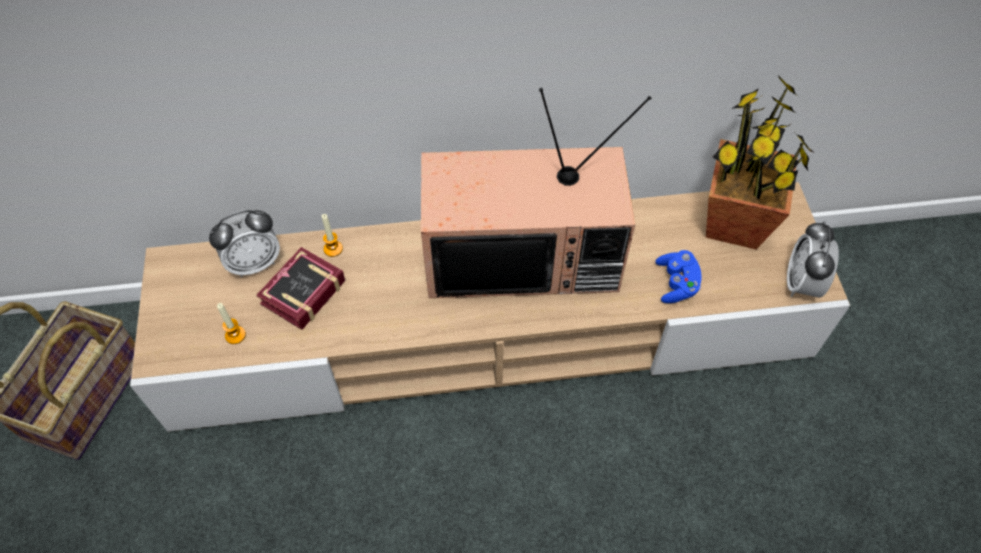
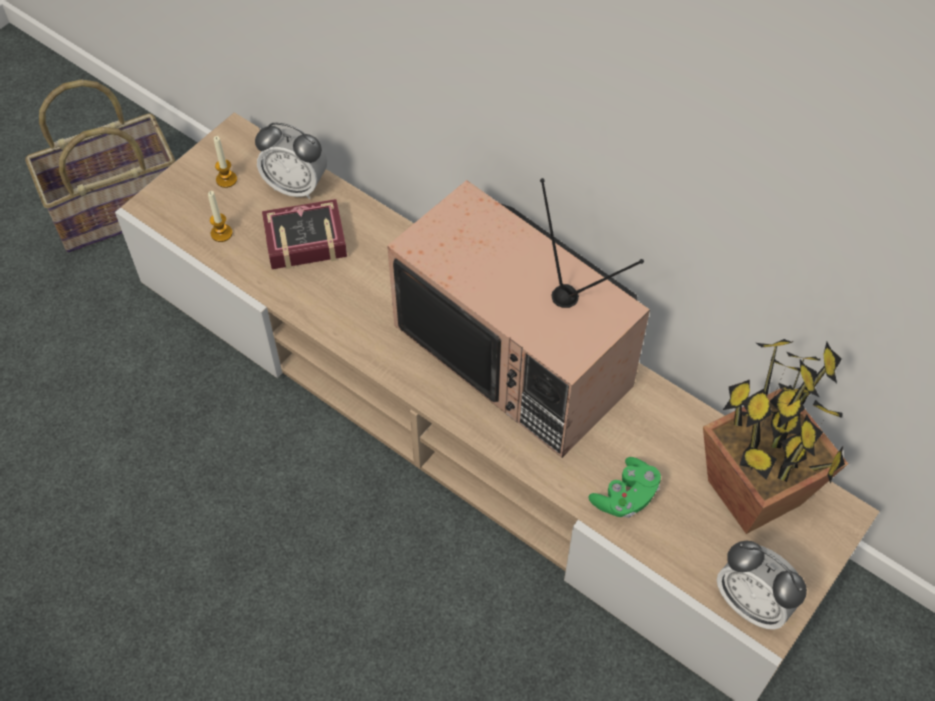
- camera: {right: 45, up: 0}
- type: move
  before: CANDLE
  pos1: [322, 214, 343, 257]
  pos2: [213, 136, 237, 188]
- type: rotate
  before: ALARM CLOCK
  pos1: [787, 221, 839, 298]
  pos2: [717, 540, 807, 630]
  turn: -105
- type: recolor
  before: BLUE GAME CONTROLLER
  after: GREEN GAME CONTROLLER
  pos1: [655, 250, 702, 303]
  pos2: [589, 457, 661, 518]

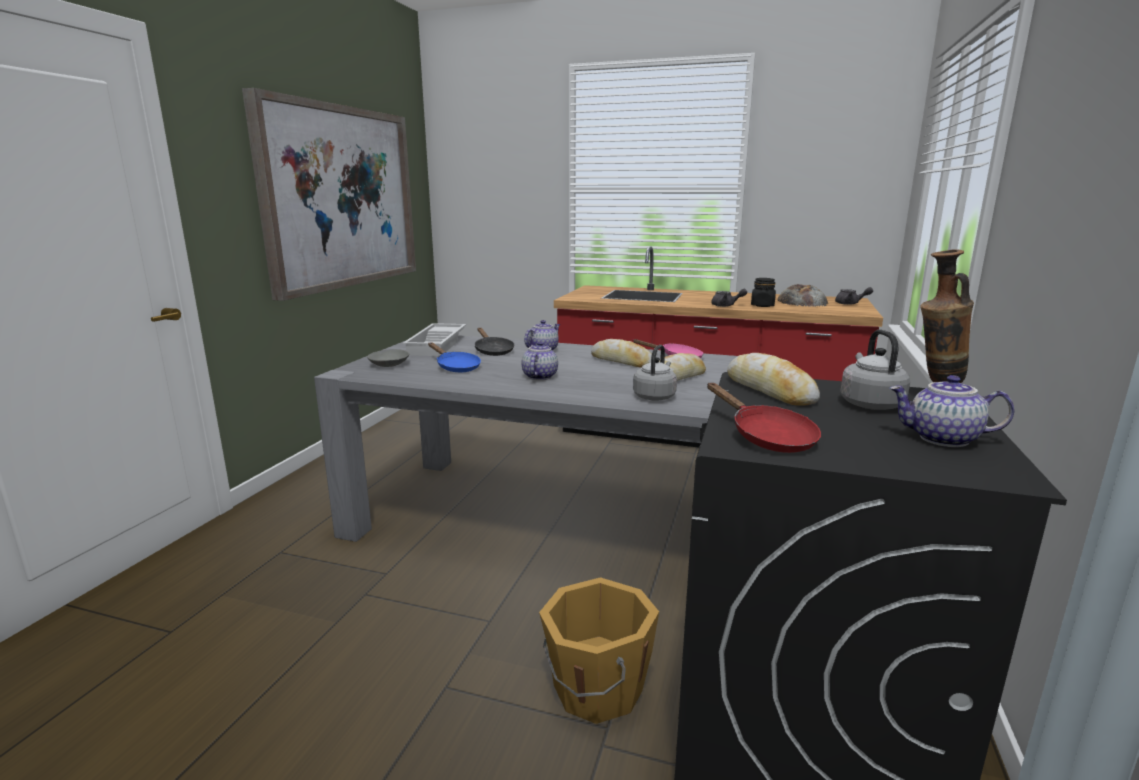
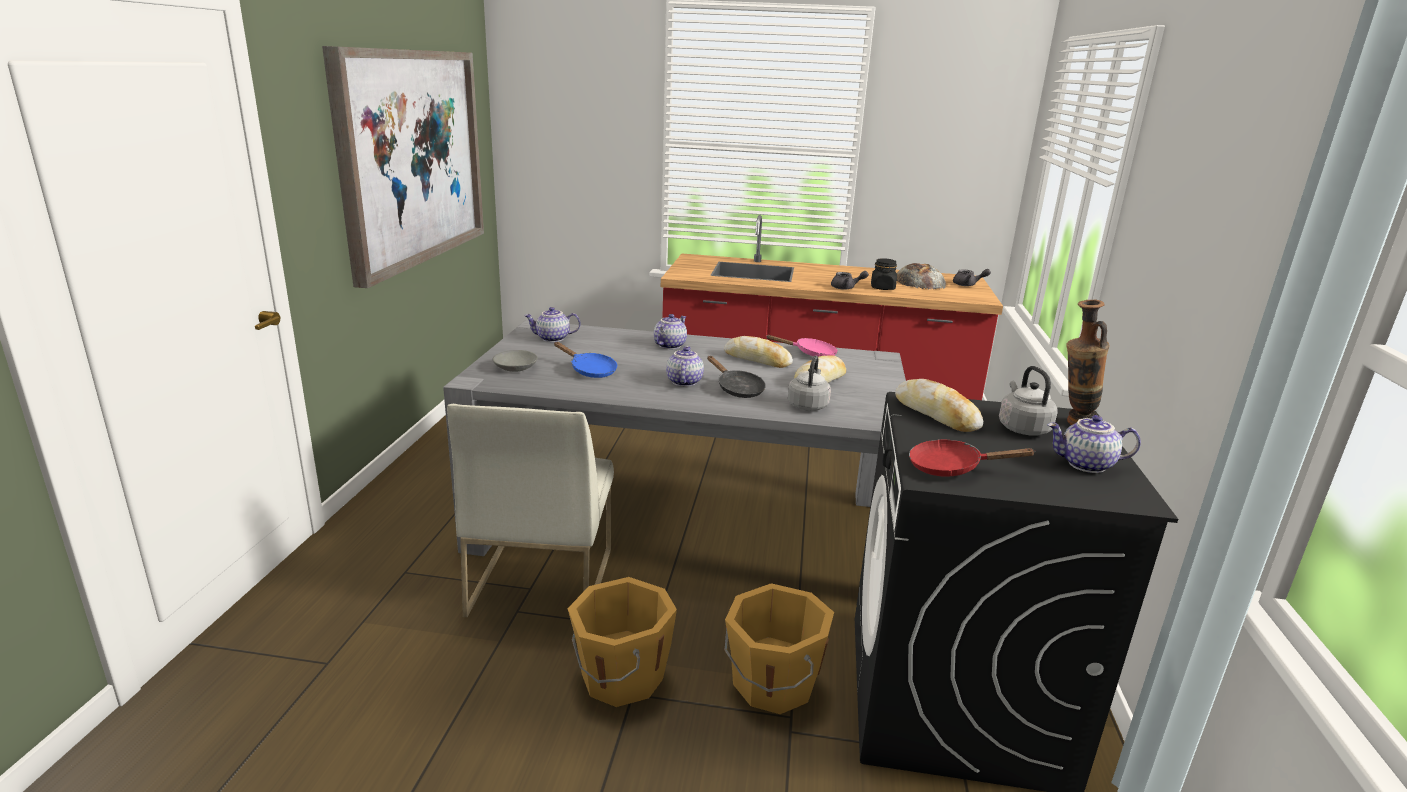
- camera: {right: -10, up: 5}
- type: replace
  before: WHITE TRAY
  after: TEAPOT
  pos1: [403, 323, 466, 356]
  pos2: [524, 307, 581, 342]
- type: move
  before: BLACK FRYING PAN
  pos1: [475, 328, 514, 356]
  pos2: [707, 356, 766, 398]
- type: rotate
  before: RED FRYING PAN
  pos1: [707, 383, 821, 453]
  pos2: [909, 439, 1036, 477]
  turn: 135
- type: insert
  after: WHITE CHAIR
  pos2: [447, 404, 614, 617]
- type: insert
  after: ORANGE BUCKET
  pos2: [567, 577, 677, 707]

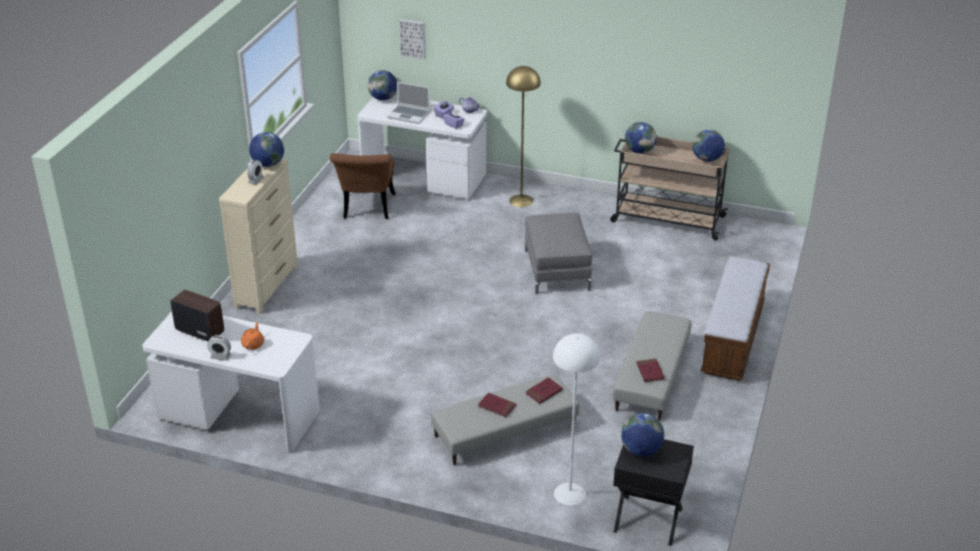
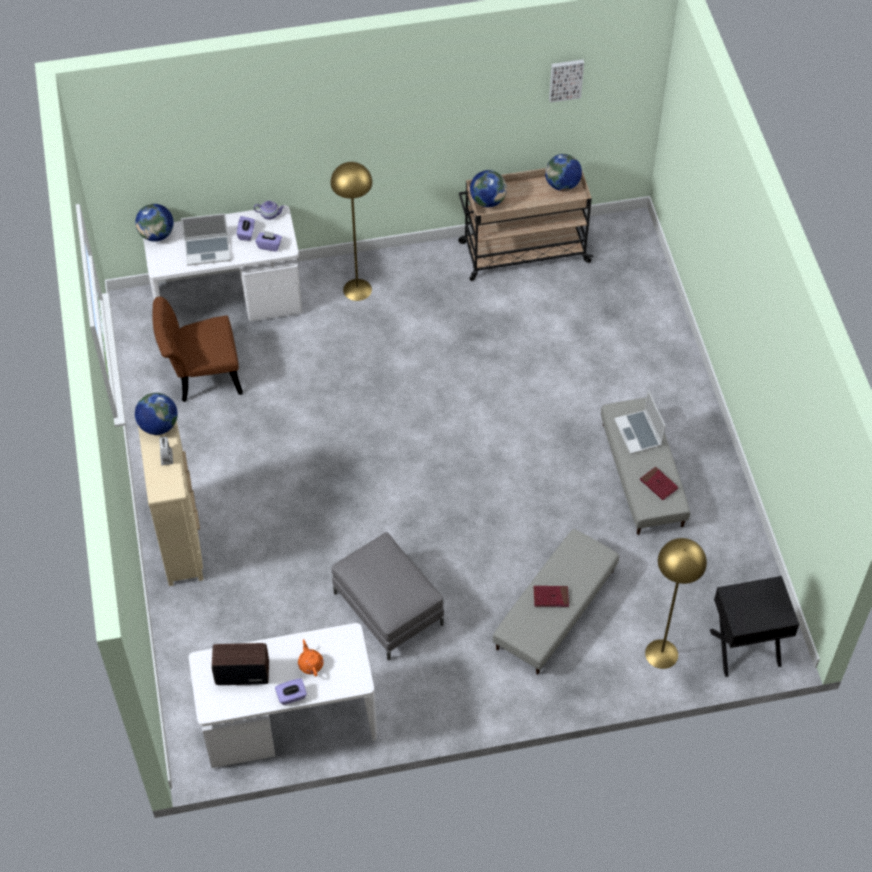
- camera: {right: -30, up: 20}
- type: move
  before: PICTURE
  pos1: [399, 19, 426, 59]
  pos2: [549, 59, 584, 103]
- type: rotate
  before: BROWN CHAIR
  pos1: [330, 153, 396, 219]
  pos2: [152, 296, 243, 402]
  turn: 105
- type: move
  before: GREY OTTOMAN
  pos1: [525, 213, 592, 294]
  pos2: [332, 532, 444, 660]
- type: delete
  before: BENCH
  pos1: [701, 256, 770, 381]
- type: recolor
  before: WHITE FLOOR LAMP
  after: YELLOW FLOOR LAMP
  pos1: [553, 334, 601, 506]
  pos2: [645, 538, 707, 669]
- type: replace
  before: ALARM CLOCK
  after: PURPLE TISSUE BOX
  pos1: [207, 335, 231, 361]
  pos2: [275, 678, 307, 705]
- type: delete
  before: RED BOOK
  pos1: [525, 377, 563, 404]
- type: delete
  before: GLOBE
  pos1: [621, 413, 664, 457]
- type: insert
  after: LAPTOP
  pos2: [614, 391, 665, 454]

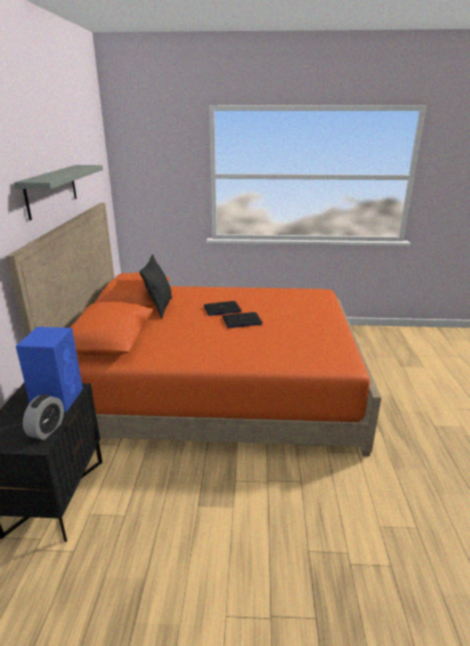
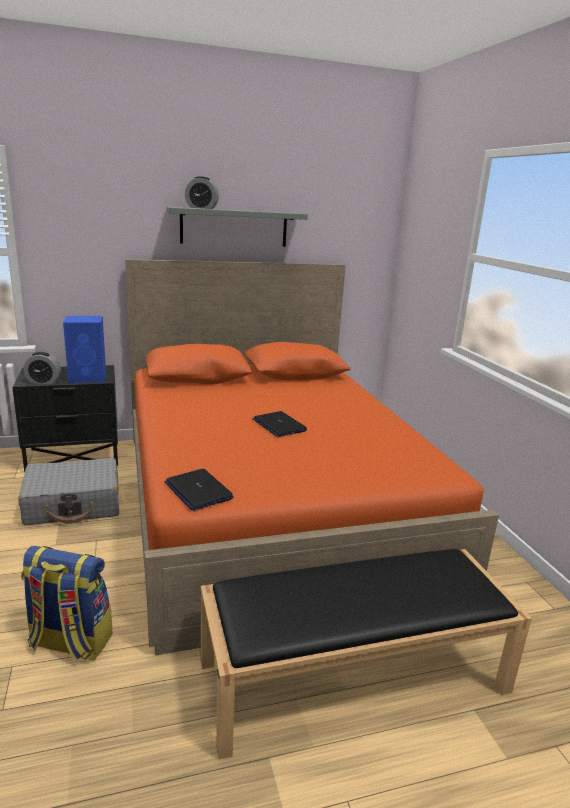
- camera: {right: 70, up: -5}
- type: delete
  before: BLACK PILLOW
  pos1: [139, 254, 172, 319]
- type: move
  before: LAPTOP
  pos1: [204, 301, 241, 316]
  pos2: [164, 469, 234, 511]
- type: insert
  after: ALARM CLOCK
  pos2: [185, 176, 219, 209]
- type: insert
  after: GREY SUITCASE
  pos2: [18, 458, 119, 525]
- type: insert
  after: BACKPACK
  pos2: [21, 546, 112, 661]
- type: insert
  after: BLACK BENCH
  pos2: [201, 549, 532, 760]

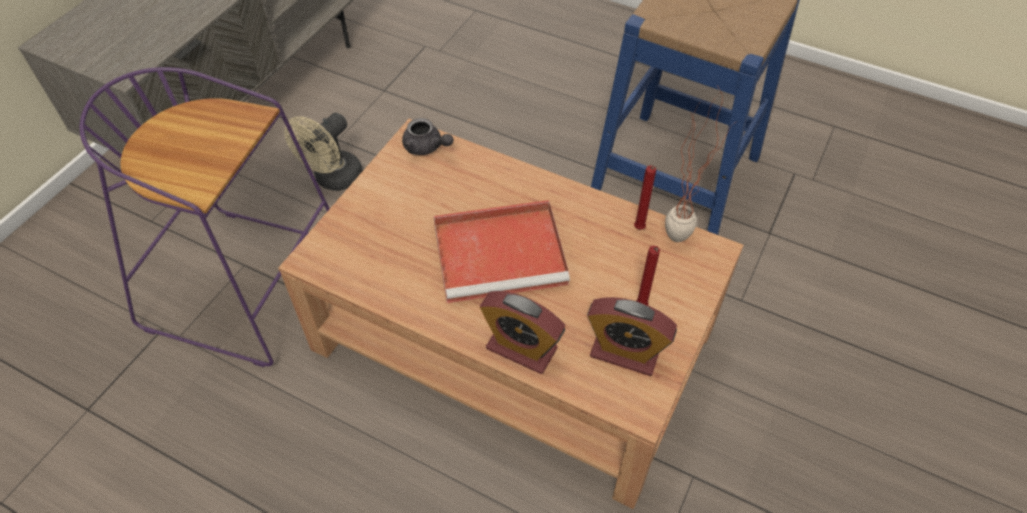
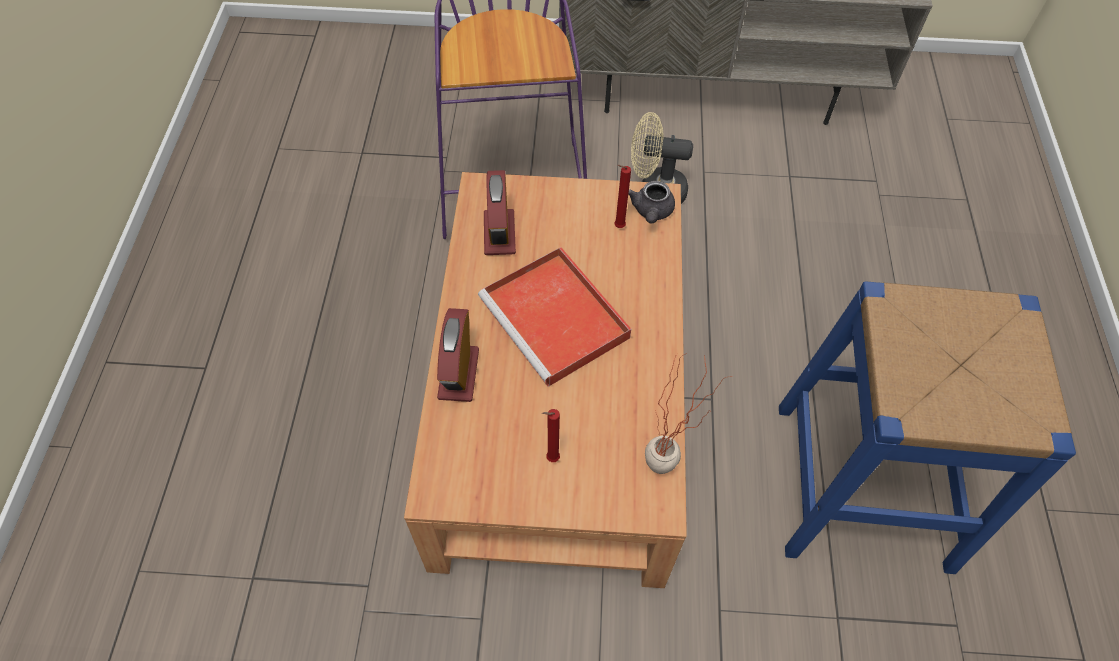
- camera: {right: 65, up: 5}
- type: move
  before: RED CANDLE
  pos1: [634, 166, 656, 229]
  pos2: [614, 165, 631, 228]
- type: move
  before: ALARM CLOCK
  pos1: [587, 297, 677, 376]
  pos2: [484, 170, 516, 255]

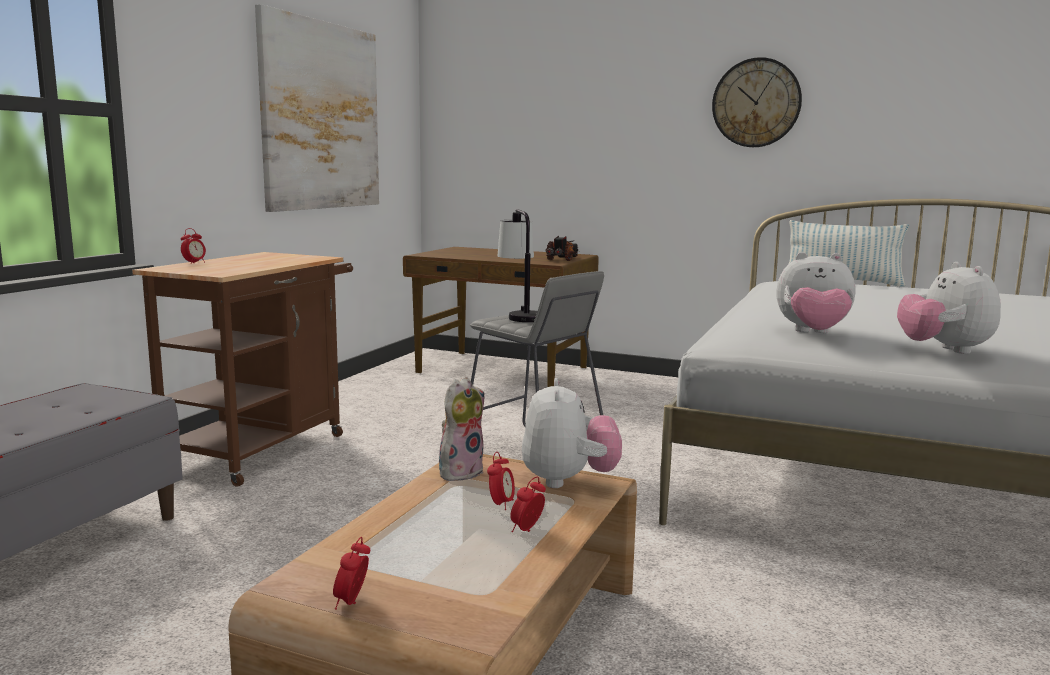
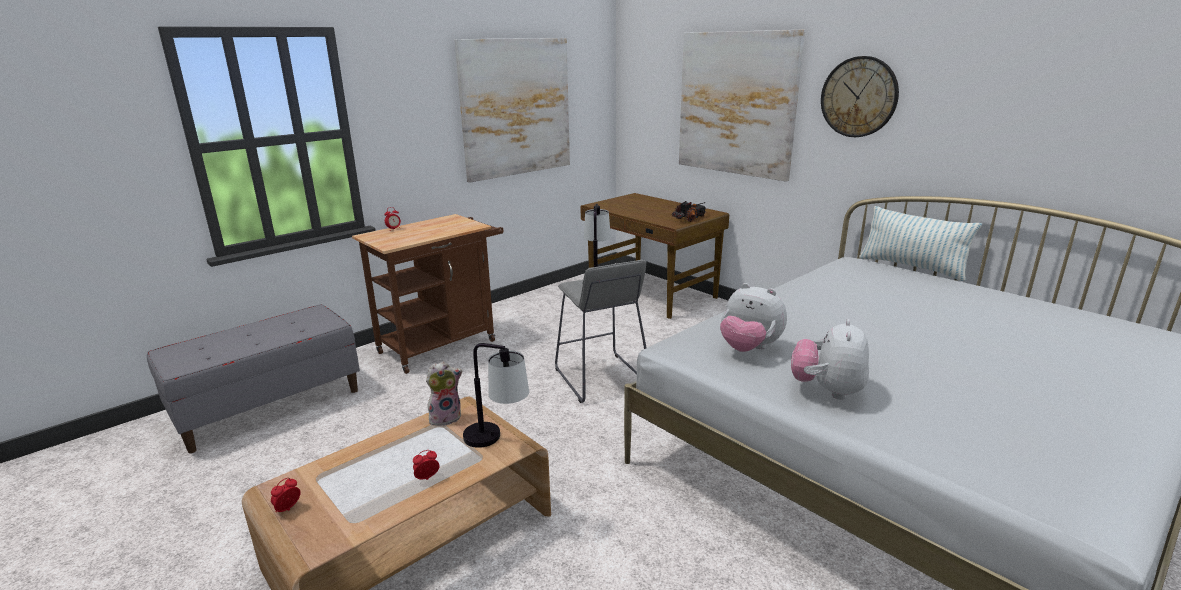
- camera: {right: 25, up: 10}
- type: replace
  before: PLUSH TOY
  after: TABLE LAMP
  pos1: [522, 378, 622, 488]
  pos2: [463, 343, 529, 448]
- type: delete
  before: ALARM CLOCK
  pos1: [487, 452, 515, 510]
- type: insert
  after: PICTURE
  pos2: [679, 30, 805, 181]

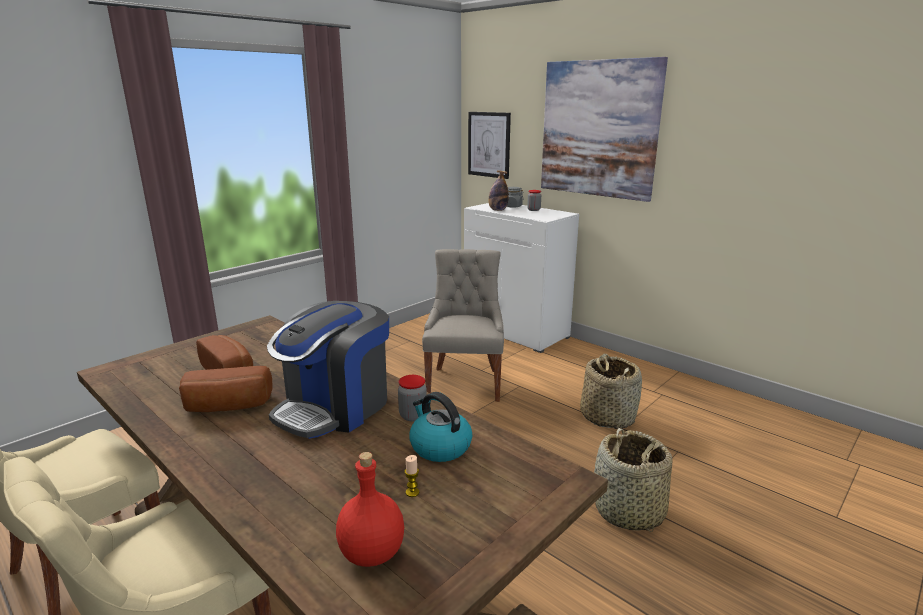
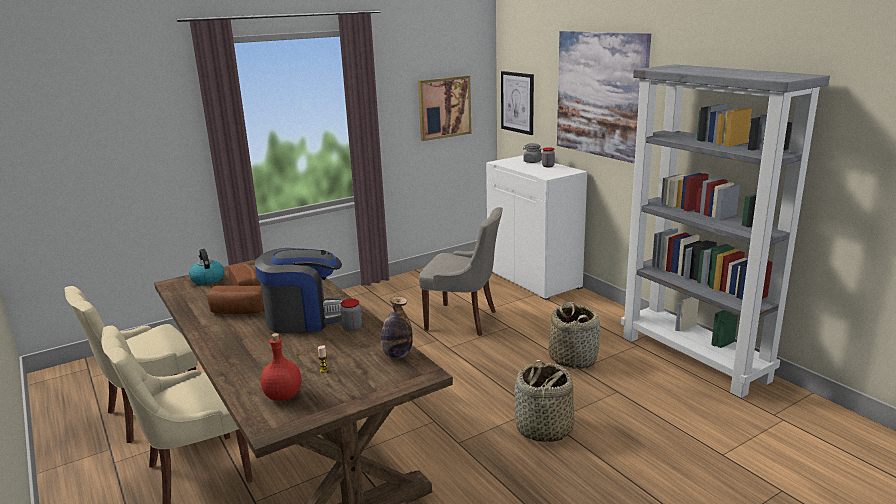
- camera: {right: 15, up: 0}
- type: move
  before: BOTTLE
  pos1: [489, 170, 509, 211]
  pos2: [381, 296, 413, 359]
- type: rotate
  before: GREY CHAIR
  pos1: [422, 249, 504, 402]
  pos2: [419, 207, 503, 336]
  turn: 90
- type: rotate
  before: COFFEE MACHINE
  pos1: [267, 301, 389, 439]
  pos2: [255, 248, 344, 333]
  turn: -150
- type: move
  before: KETTLE
  pos1: [409, 392, 472, 462]
  pos2: [189, 249, 224, 285]
- type: insert
  after: GREY BOOKCASE
  pos2: [621, 64, 830, 398]
- type: insert
  after: PICTURE
  pos2: [418, 75, 471, 141]

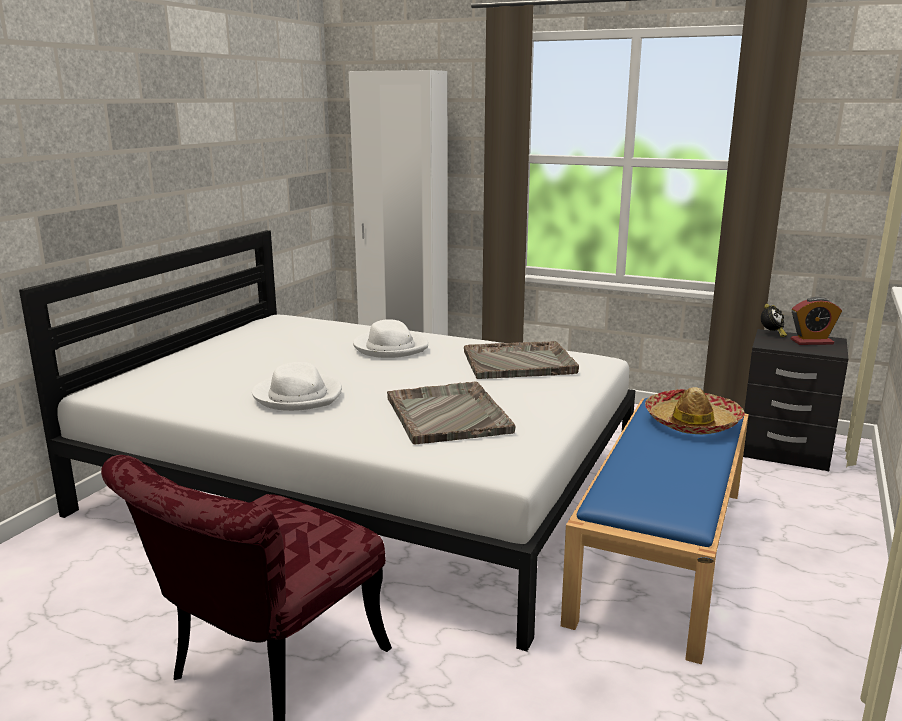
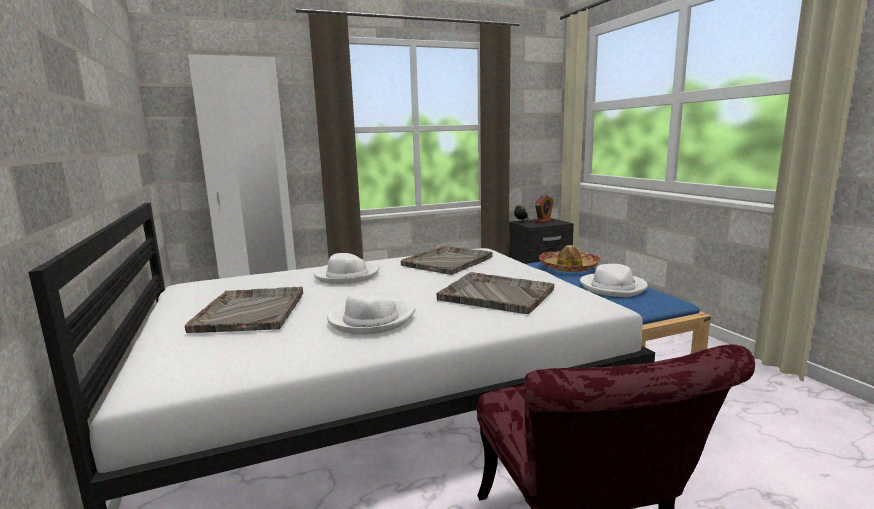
- camera: {right: -45, up: -5}
- type: insert
  after: WHITE HAT
  pos2: [580, 264, 648, 297]
- type: insert
  after: GREY TRAY
  pos2: [185, 287, 303, 333]

